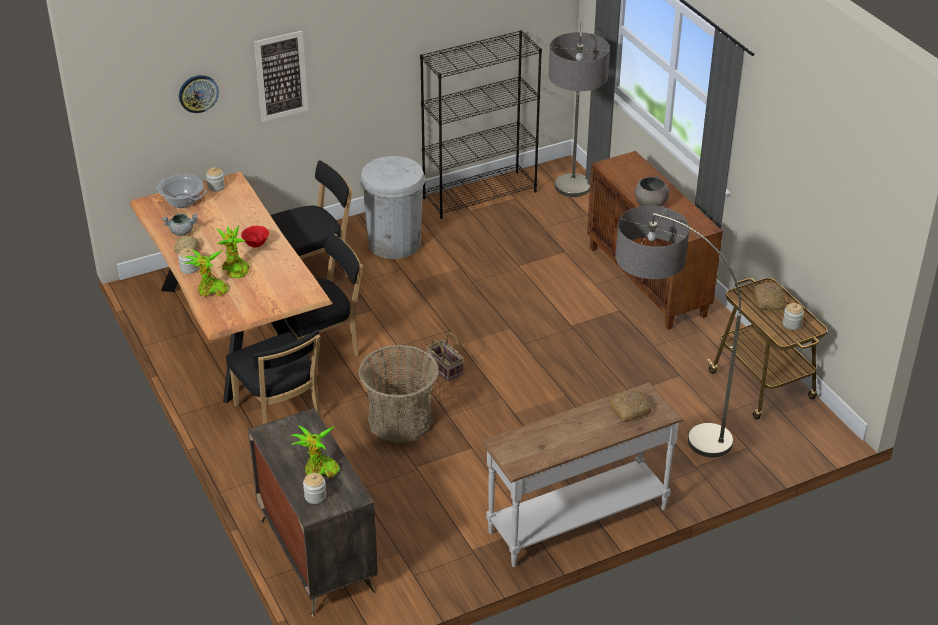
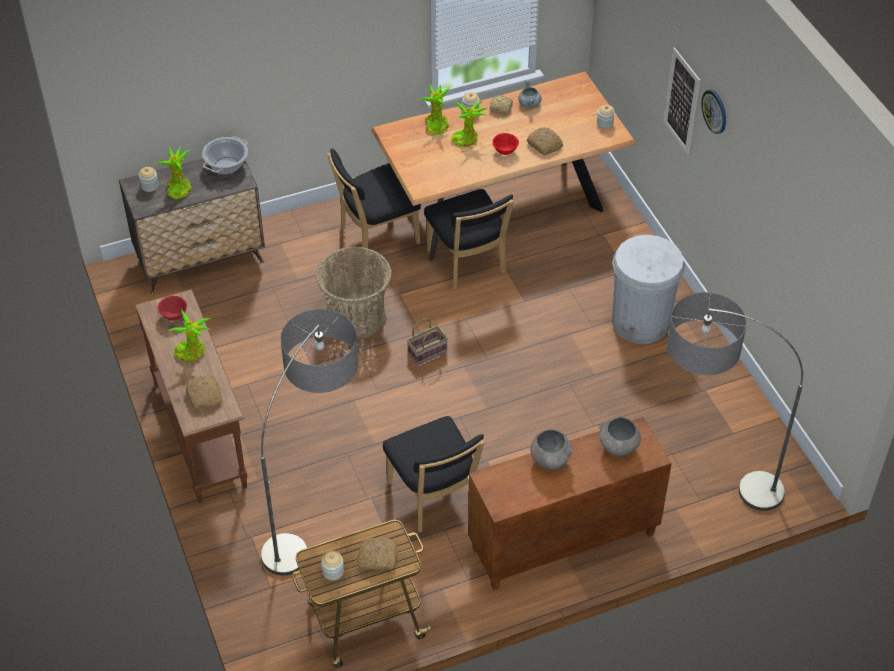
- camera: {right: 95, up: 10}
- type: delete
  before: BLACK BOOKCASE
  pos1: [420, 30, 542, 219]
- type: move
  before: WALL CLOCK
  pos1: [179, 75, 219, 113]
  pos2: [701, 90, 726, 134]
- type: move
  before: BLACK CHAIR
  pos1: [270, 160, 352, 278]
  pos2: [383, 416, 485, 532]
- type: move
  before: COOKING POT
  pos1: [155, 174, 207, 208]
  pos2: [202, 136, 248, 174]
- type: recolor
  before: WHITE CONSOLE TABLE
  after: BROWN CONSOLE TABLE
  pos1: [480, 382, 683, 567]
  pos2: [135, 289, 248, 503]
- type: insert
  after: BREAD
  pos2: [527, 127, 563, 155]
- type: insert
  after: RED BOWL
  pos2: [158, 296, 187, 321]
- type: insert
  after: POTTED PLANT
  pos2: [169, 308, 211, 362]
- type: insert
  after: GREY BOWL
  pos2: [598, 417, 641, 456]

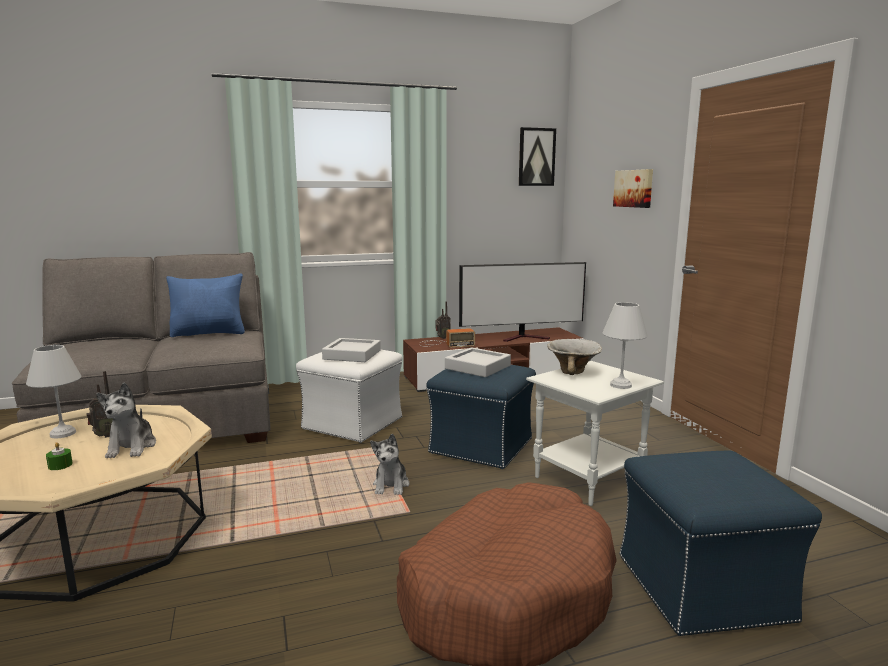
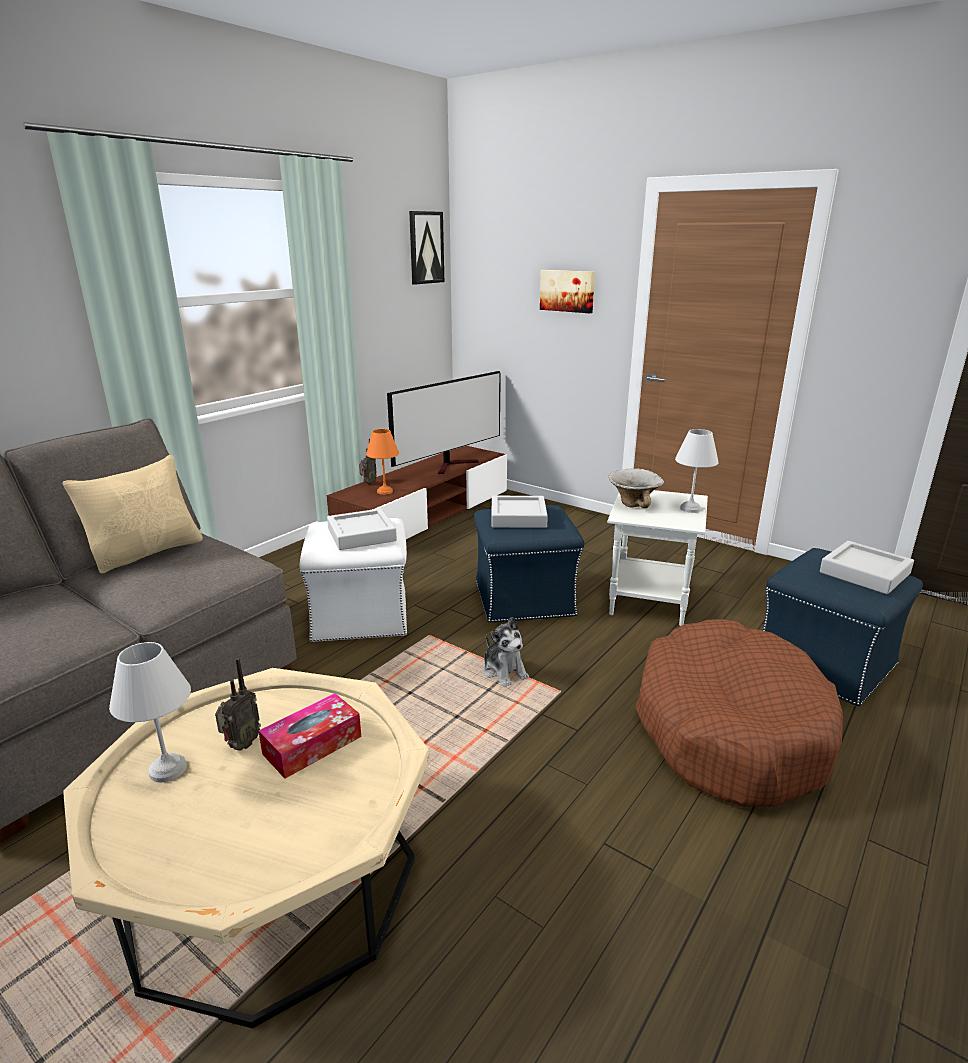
- camera: {right: -35, up: 10}
- type: recolor
  before: BLUE PILLOW
  after: BEIGE PILLOW
  pos1: [166, 273, 245, 337]
  pos2: [62, 455, 203, 574]
- type: replace
  before: RADIO
  after: ORANGE TABLE LAMP
  pos1: [419, 328, 475, 348]
  pos2: [366, 429, 399, 495]
- type: replace
  before: PLUSH TOY
  after: TISSUE BOX
  pos1: [96, 382, 156, 458]
  pos2: [258, 693, 361, 779]
- type: delete
  before: GREEN CANDLE
  pos1: [46, 442, 73, 470]
- type: insert
  after: GREY TRAY
  pos2: [820, 541, 914, 594]

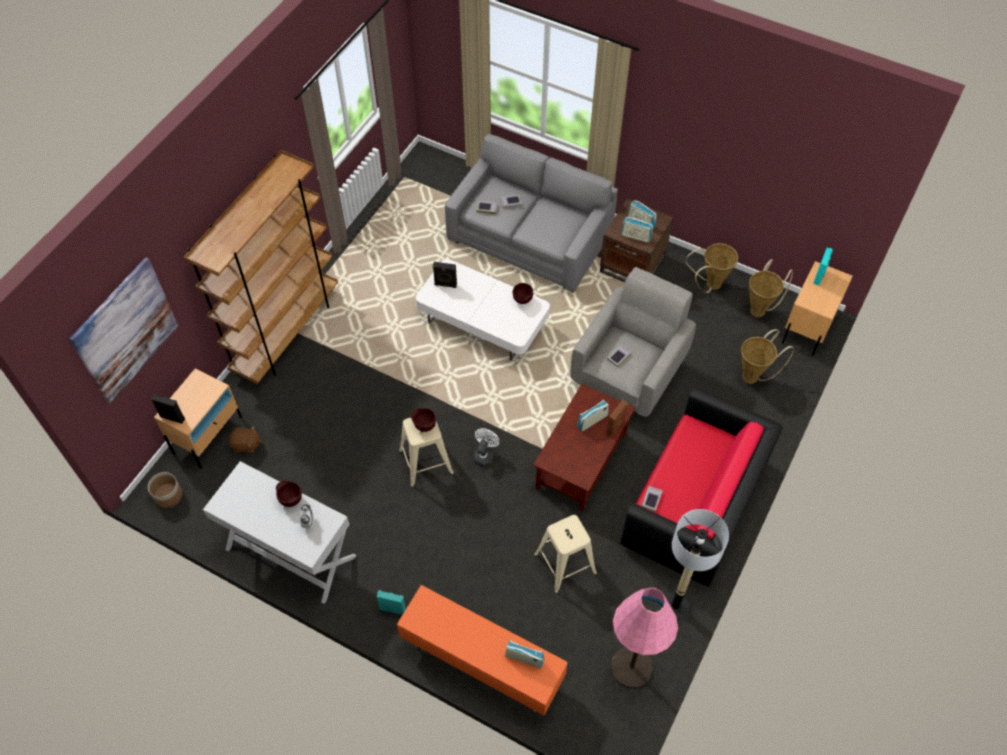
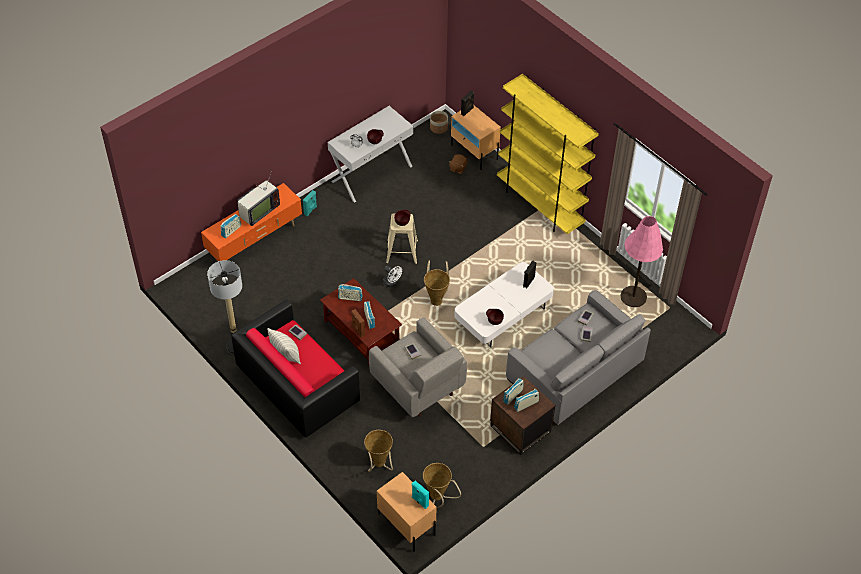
- camera: {right: 110, up: -5}
- type: recolor
  before: BROWN BOOKCASE
  after: YELLOW BOOKCASE
  pos1: [184, 150, 338, 384]
  pos2: [497, 74, 599, 234]
- type: move
  before: BASKET
  pos1: [686, 243, 738, 293]
  pos2: [424, 260, 450, 306]
- type: delete
  before: PICTURE
  pos1: [70, 257, 178, 404]
- type: delete
  before: BEIGE STOOL
  pos1: [534, 515, 597, 593]
- type: move
  before: PINK FLOOR LAMP
  pos1: [611, 588, 678, 688]
  pos2: [621, 216, 663, 307]
- type: insert
  after: TELEVISION
  pos2: [237, 170, 280, 226]
- type: insert
  after: RADIO
  pos2: [338, 284, 362, 301]
- type: insert
  after: PILLOW
  pos2: [267, 328, 301, 364]

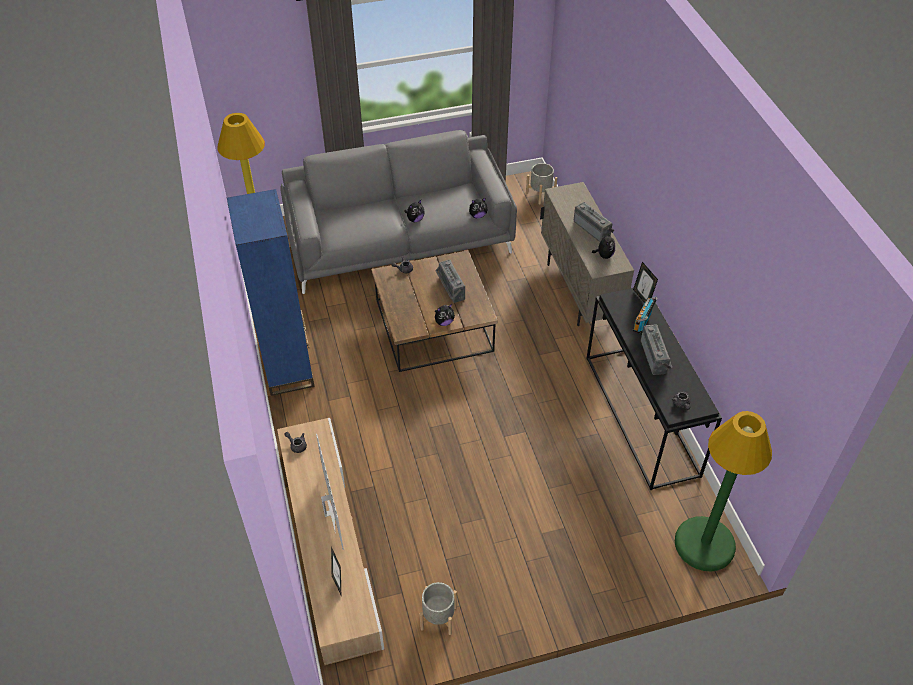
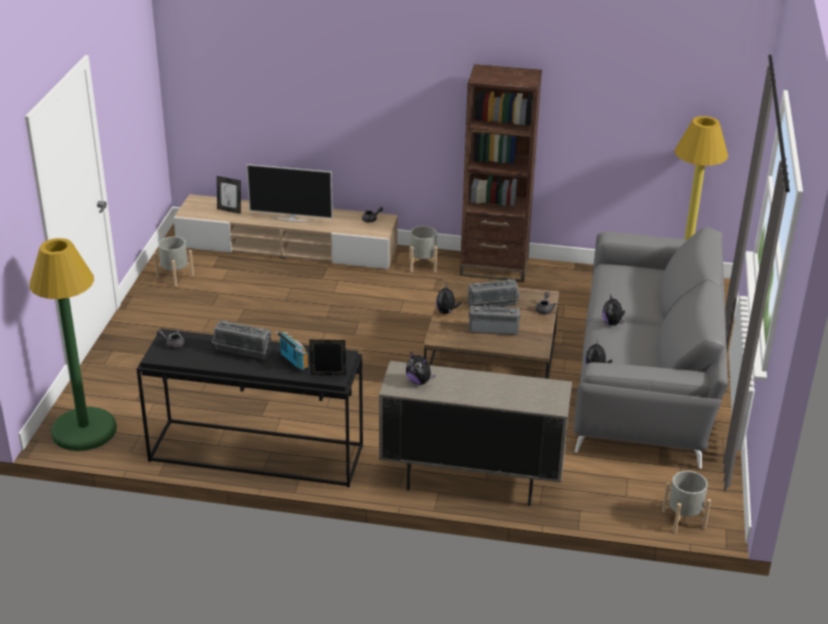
- camera: {right: 115, up: -15}
- type: recolor
  before: BLUE BOOKCASE
  after: BROWN BOOKCASE
  pos1: [227, 189, 314, 396]
  pos2: [460, 64, 542, 282]
- type: move
  before: RADIO
  pos1: [574, 202, 615, 242]
  pos2: [468, 279, 520, 307]
- type: insert
  after: GREY PLANTER
  pos2: [409, 226, 437, 272]

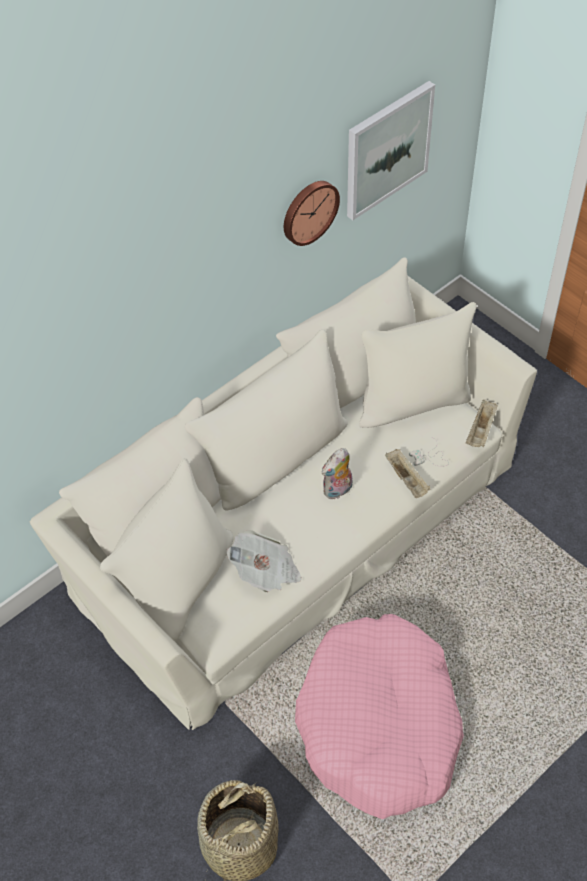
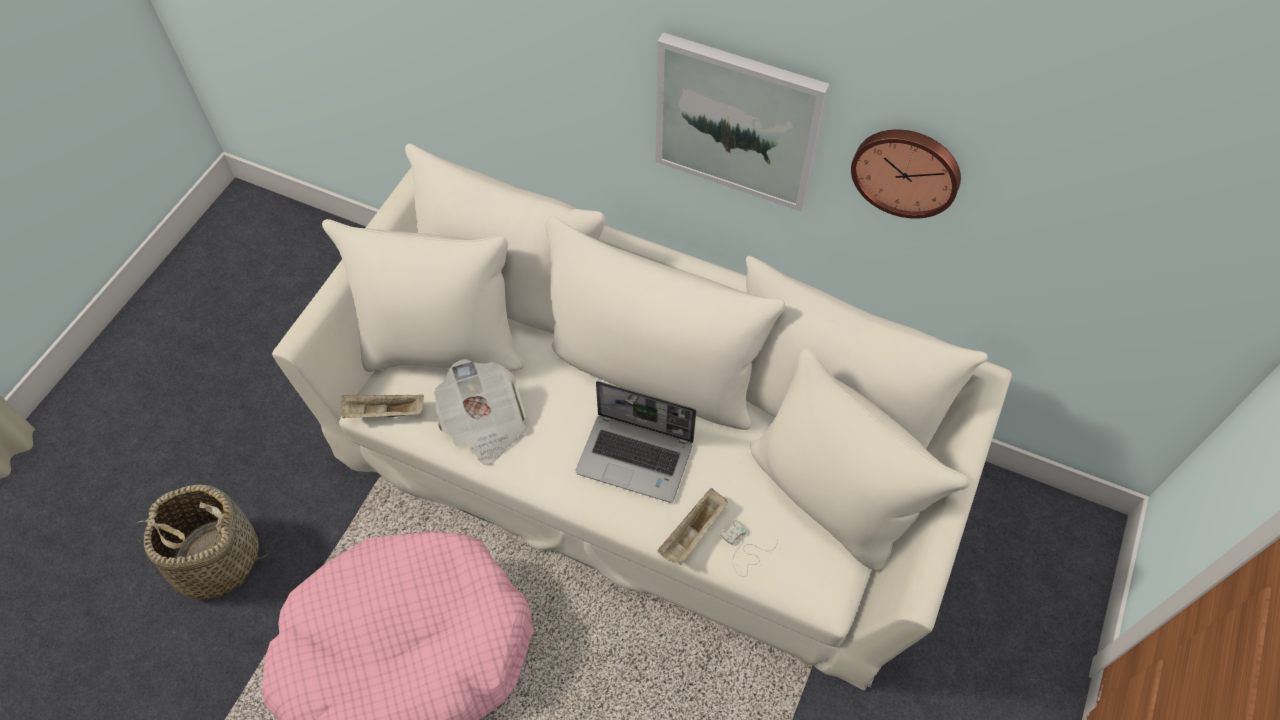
- camera: {right: 65, up: 5}
- type: move
  before: PICTURE
  pos1: [347, 81, 435, 220]
  pos2: [655, 32, 829, 211]
- type: move
  before: BEIGE TRAY
  pos1: [466, 400, 498, 447]
  pos2: [341, 394, 424, 418]
- type: replace
  before: PLUSH TOY
  after: LAPTOP
  pos1: [322, 448, 353, 499]
  pos2: [576, 381, 696, 503]

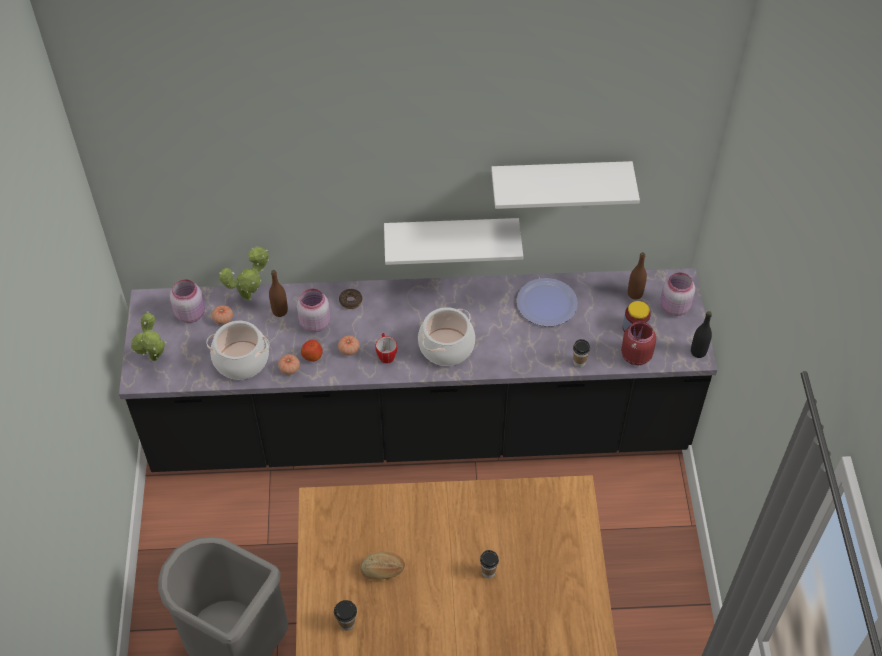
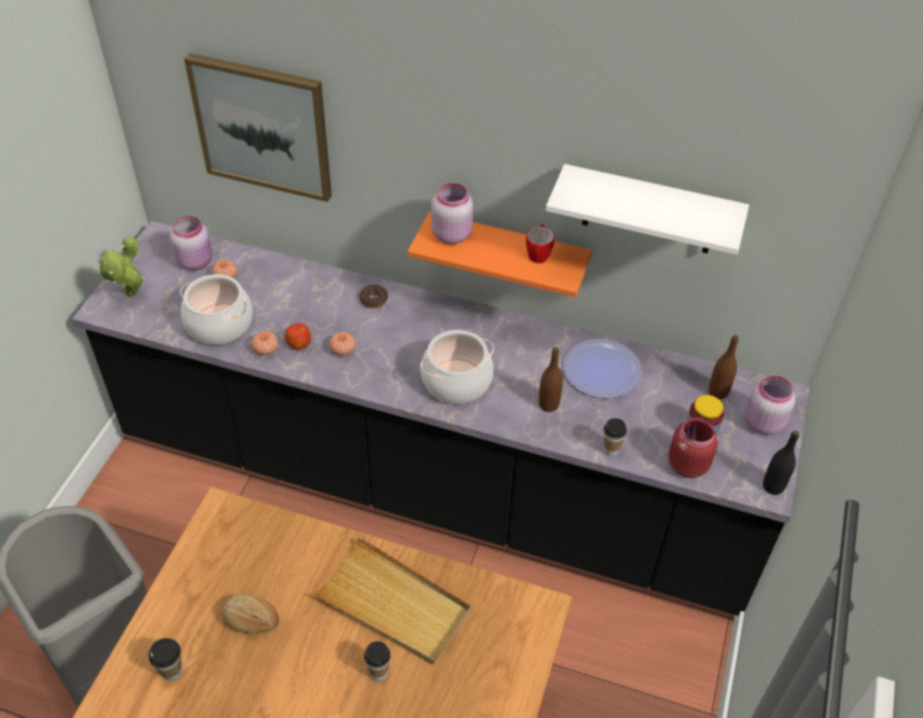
- camera: {right: 20, up: -5}
- type: recolor
  before: WHITE SHELF
  after: ORANGE SHELF
  pos1: [384, 218, 523, 265]
  pos2: [407, 212, 592, 297]
- type: delete
  before: POTTED PLANT
  pos1: [219, 247, 269, 301]
- type: move
  before: BROWN BOTTLE
  pos1: [269, 270, 288, 317]
  pos2: [539, 347, 563, 412]
- type: move
  before: PINK JAR
  pos1: [297, 289, 330, 332]
  pos2: [431, 183, 473, 244]
- type: move
  before: MUG
  pos1: [375, 333, 397, 364]
  pos2: [526, 224, 555, 263]
- type: insert
  after: PICTURE
  pos2: [184, 53, 332, 202]
- type: insert
  after: BEIGE TRAY
  pos2: [312, 536, 471, 665]

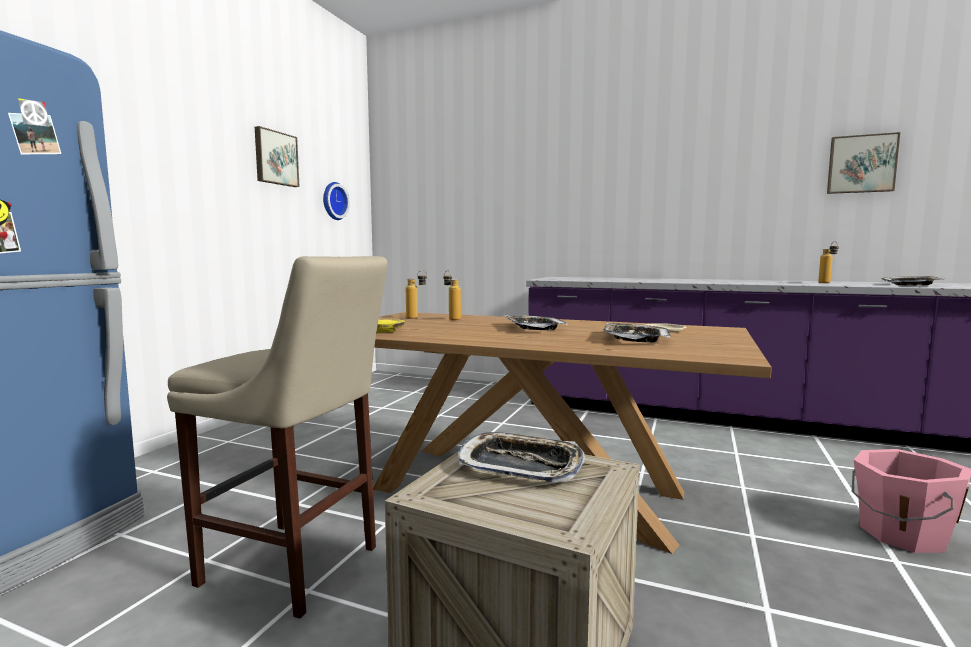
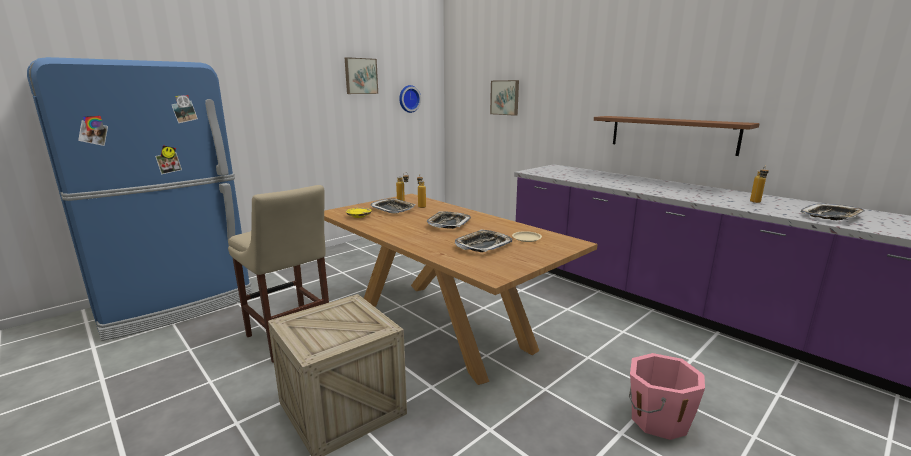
- camera: {right: 25, up: 10}
- type: move
  before: PICTURE
  pos1: [827, 132, 900, 194]
  pos2: [490, 80, 519, 116]
- type: move
  before: TRAY
  pos1: [458, 432, 585, 482]
  pos2: [369, 198, 416, 214]
- type: insert
  after: BROWN SHELF
  pos2: [594, 116, 760, 156]

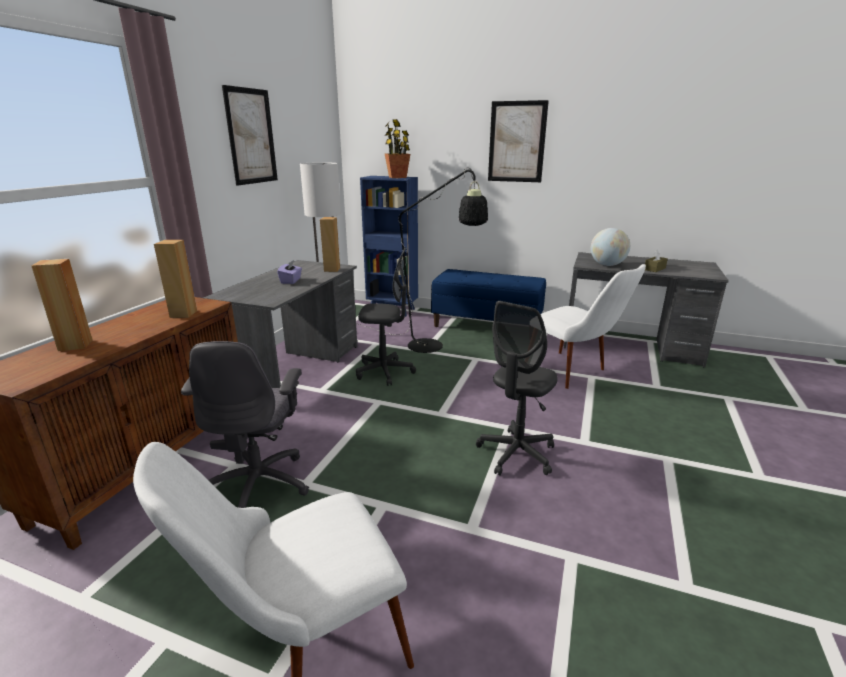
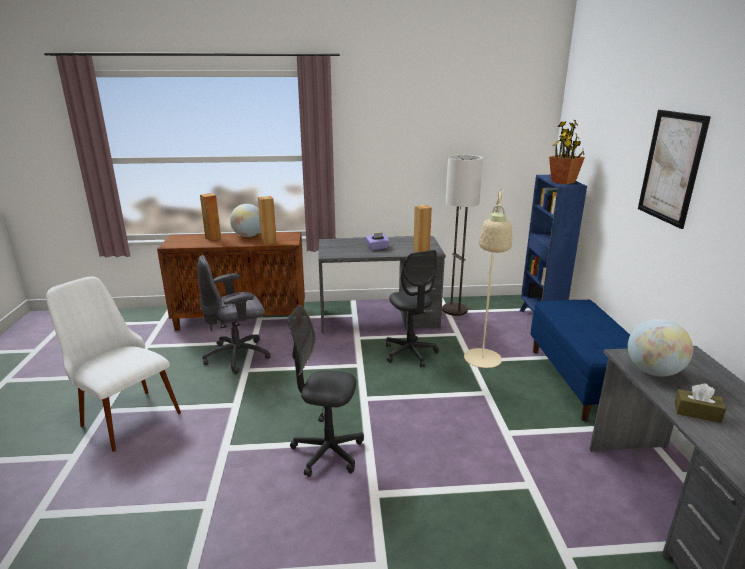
- camera: {right: 65, up: 0}
- type: delete
  before: PICTURE
  pos1: [222, 85, 278, 186]
- type: recolor
  before: BLACK FLOOR LAMP
  after: BEIGE FLOOR LAMP
  pos1: [358, 168, 488, 353]
  pos2: [464, 189, 512, 368]
- type: delete
  before: WHITE CHAIR
  pos1: [541, 264, 646, 389]
- type: insert
  after: GLOBE
  pos2: [230, 204, 261, 237]

